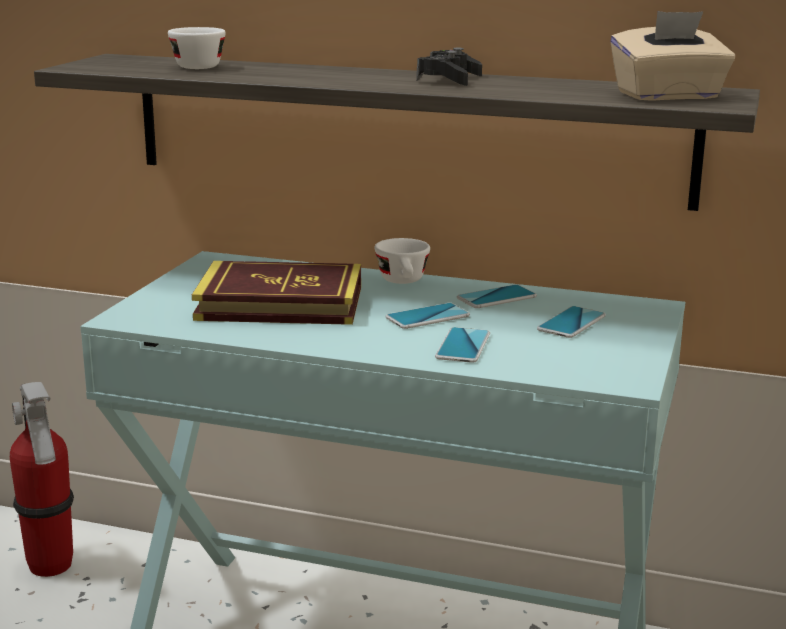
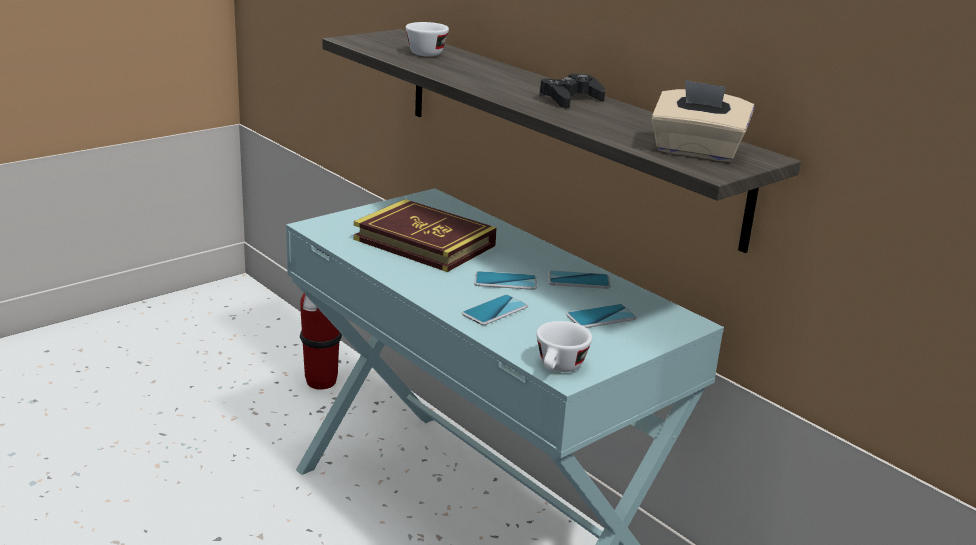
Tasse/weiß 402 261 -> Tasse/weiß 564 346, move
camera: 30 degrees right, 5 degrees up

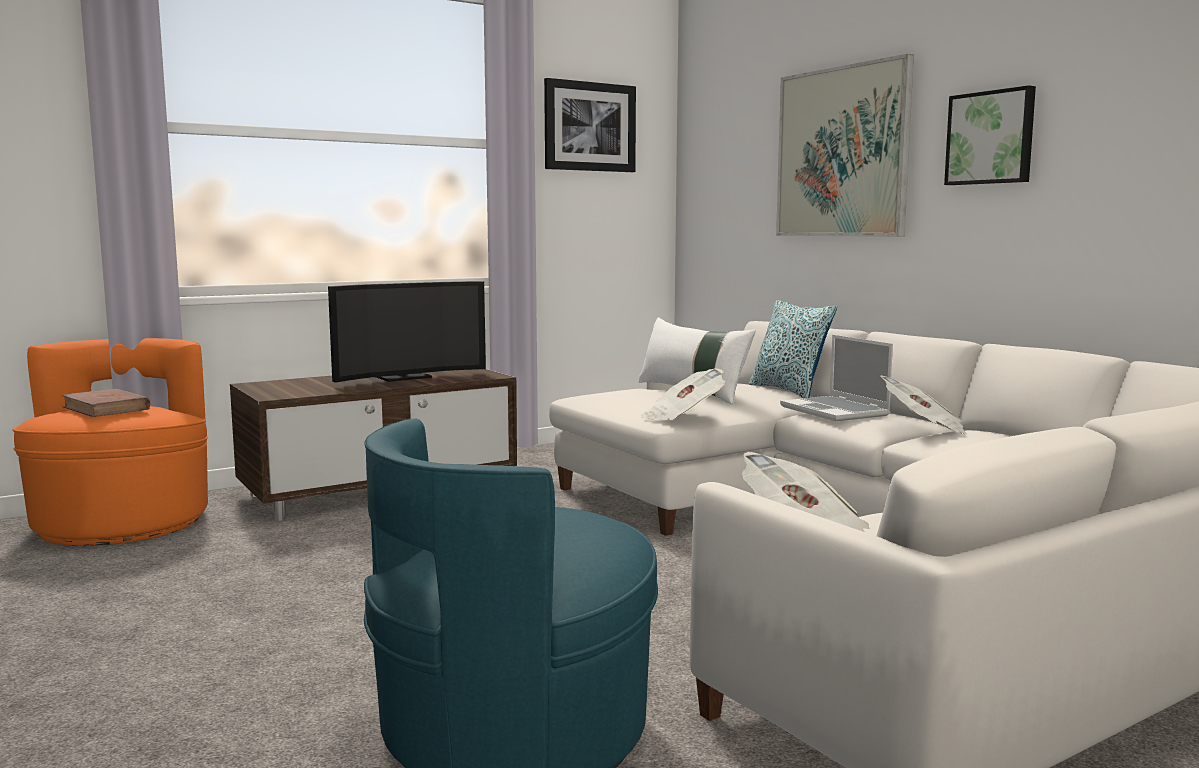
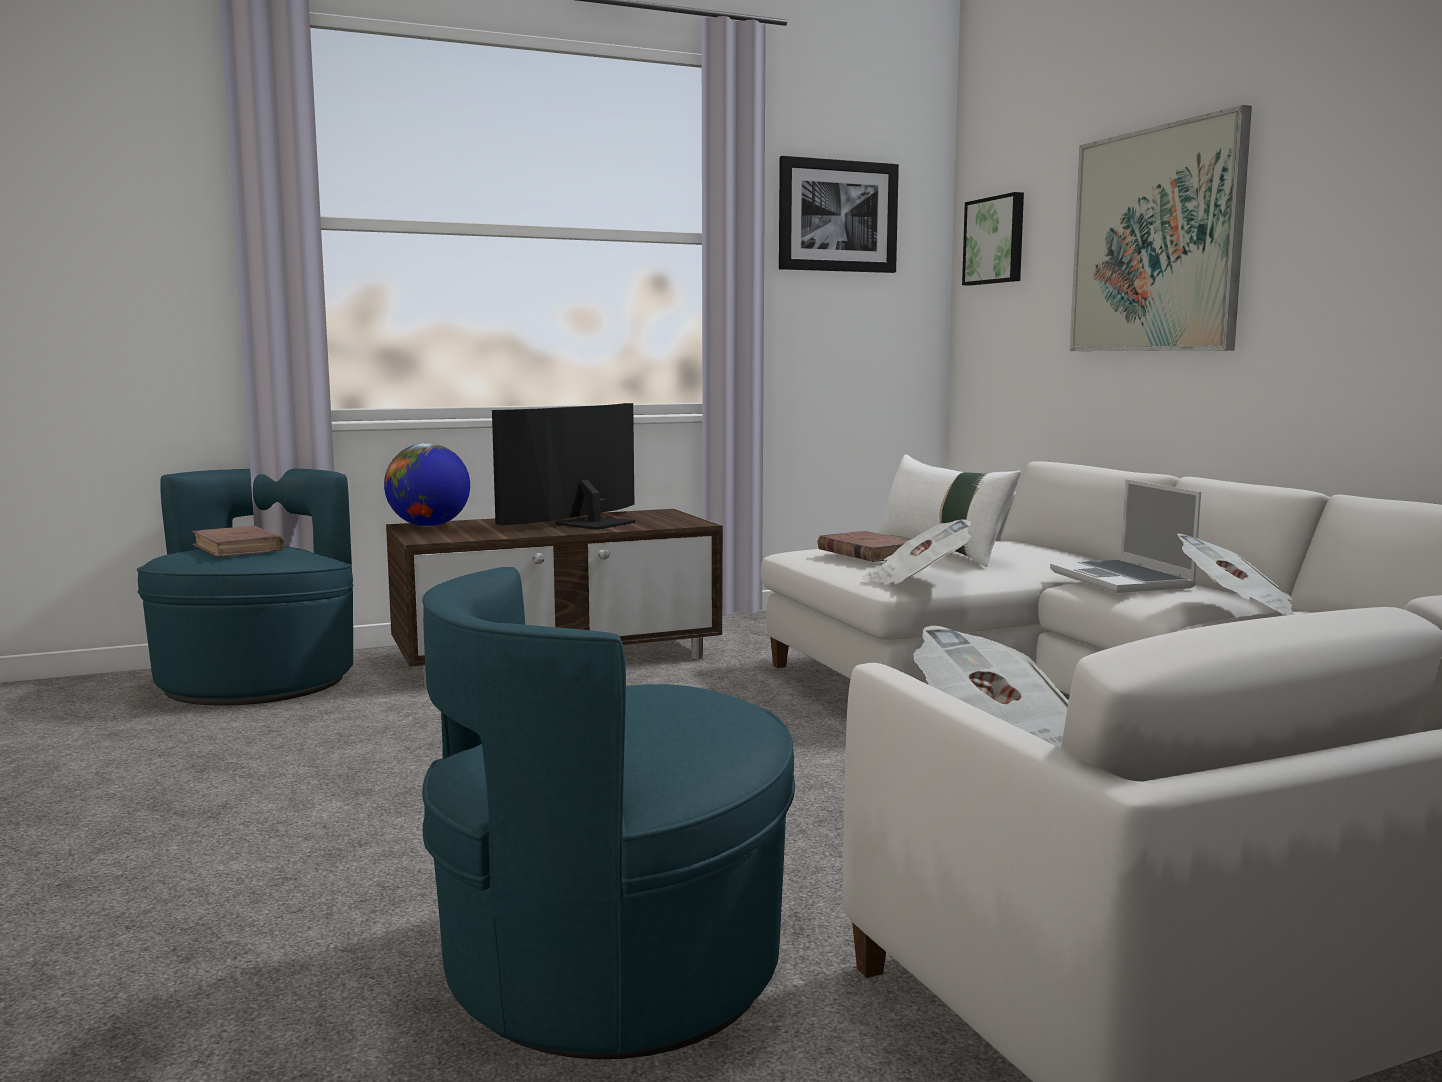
Sessel/orange 110 442 -> Sessel/türkis 245 587
none -> Globus 427 485
Fernseher 407 332 -> Fernseher 563 466, 150 degrees clockwise
none -> Buch/braun 863 546
Bild 990 135 -> Bild 993 239, move
Kissen 793 349 -> none
camera: 10 degrees right, 0 degrees up

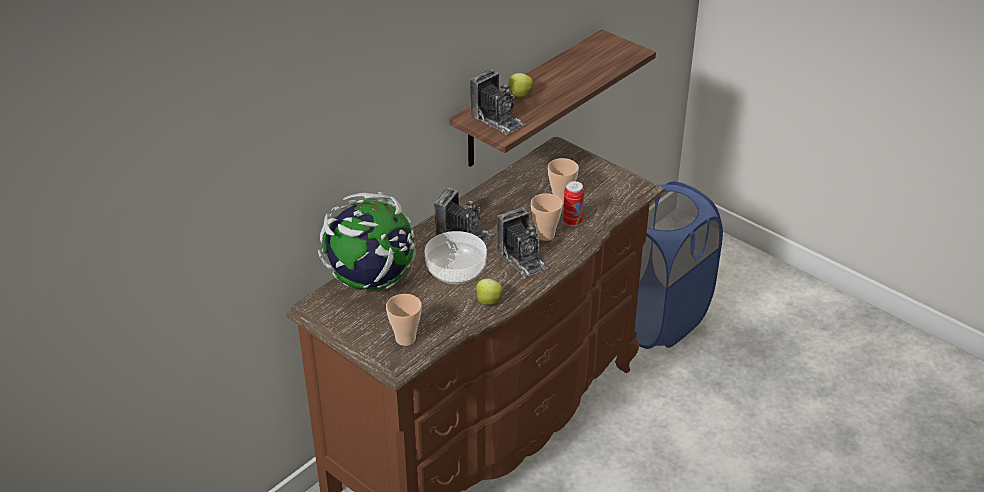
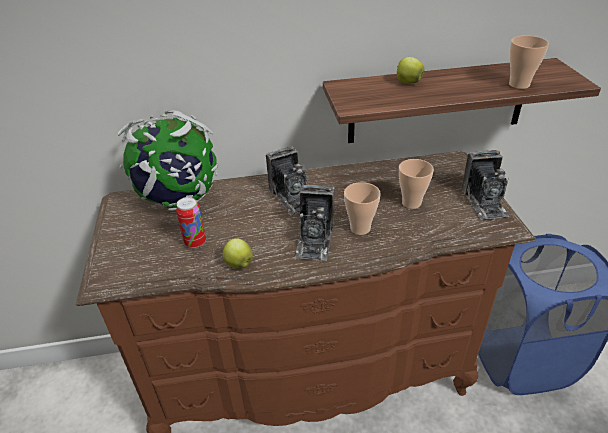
Dose 573 204 -> Dose 191 222, move
Kamera 498 102 -> Kamera 485 185, move
Tasse 404 320 -> Tasse 529 62, move
Schüssel 456 257 -> none
camera: 40 degrees right, 0 degrees up

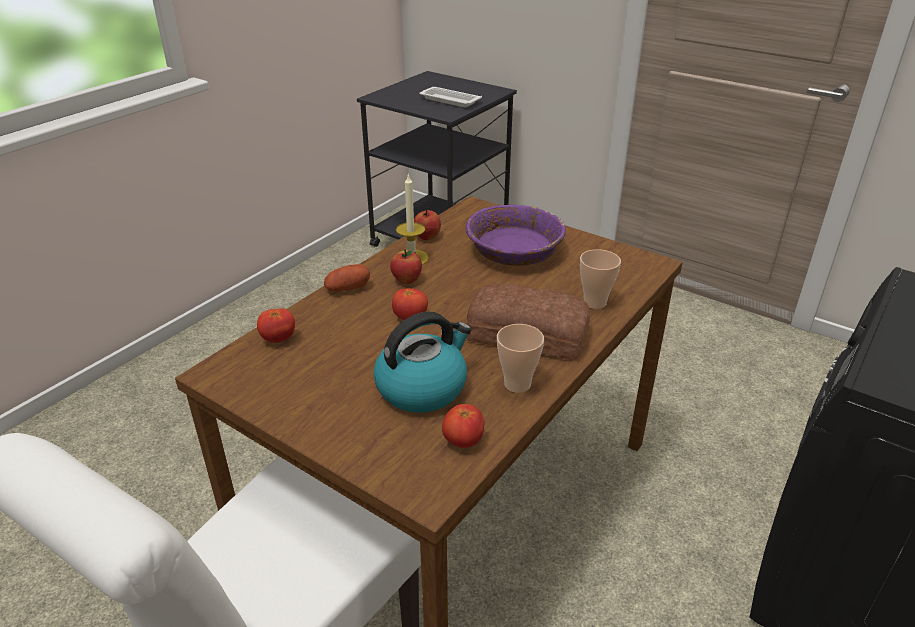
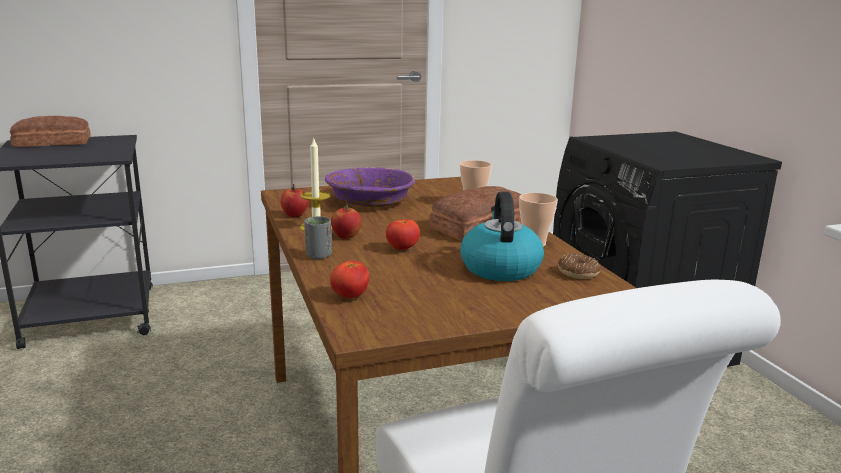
none -> Brot 50 131
Kartoffel 347 278 -> Tasse/grau 318 237
Tomate 463 426 -> Donut 579 266
Tablett/weiß 450 97 -> none
camera: 55 degrees left, 15 degrees down

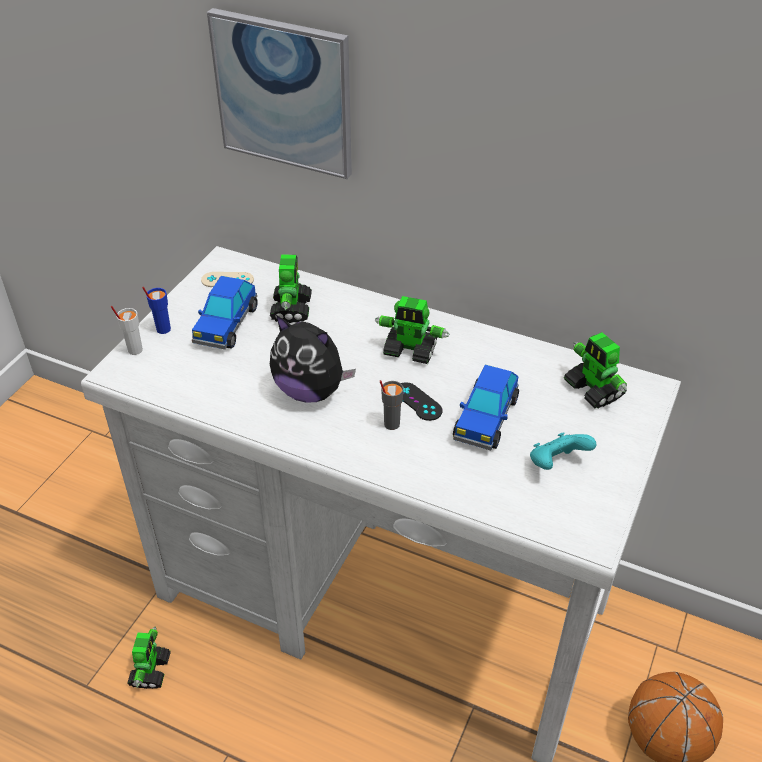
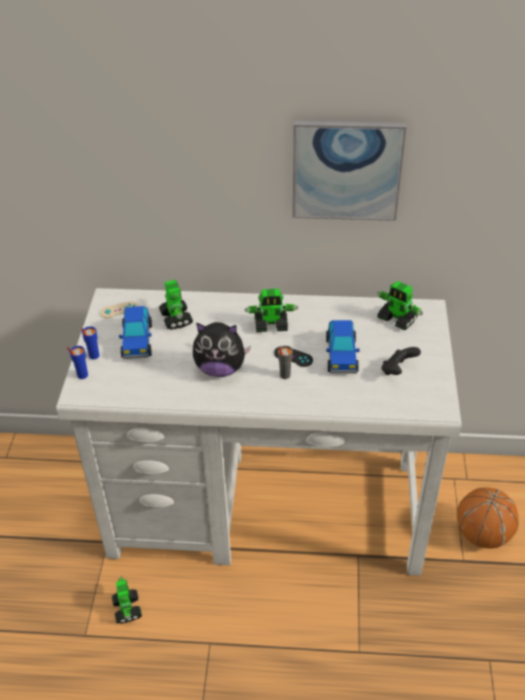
Tasse/weiß 127 330 -> Tasse/blau 77 362
Bild 279 93 -> Bild 350 171, move
Gamepad/türkis 563 451 -> Gamepad/schwarz 401 361
camera: 20 degrees left, 0 degrees up

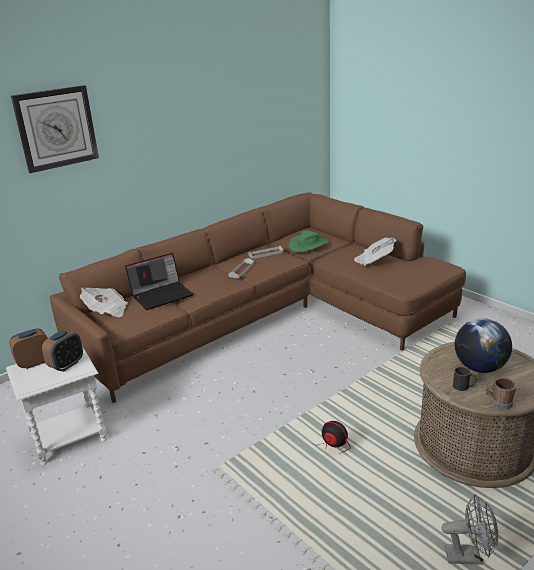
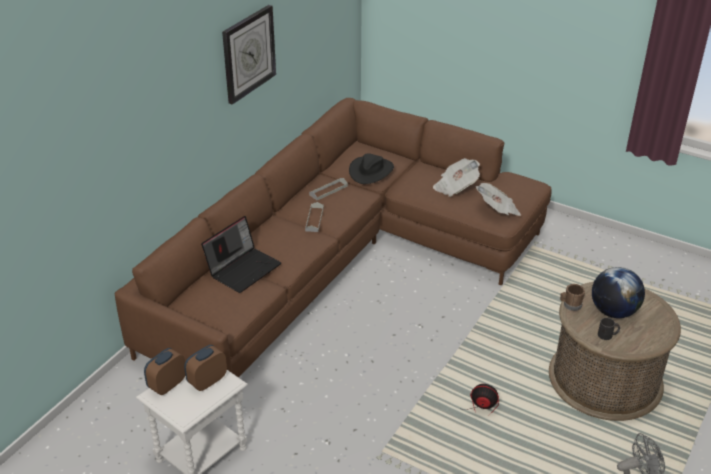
Wecker 62 351 -> Wecker 205 368, 150 degrees counterclockwise
Wanduhr 55 129 -> Wanduhr 249 55, move
Hut/grün 308 241 -> Hut/schwarz 371 169
Zeitung 104 302 -> Zeitung 498 199, move
Henkelbecher/braun 501 393 -> Henkelbecher/braun 572 297, move
camera: 20 degrees left, 10 degrees up

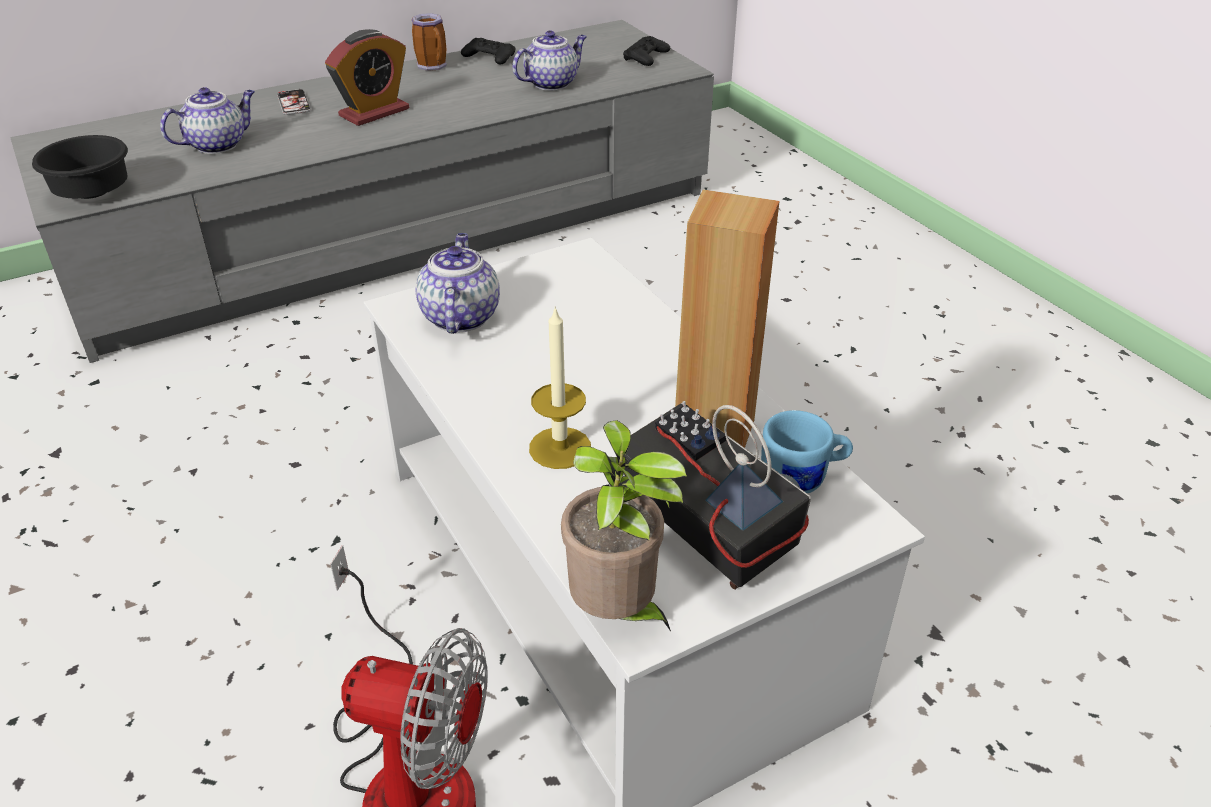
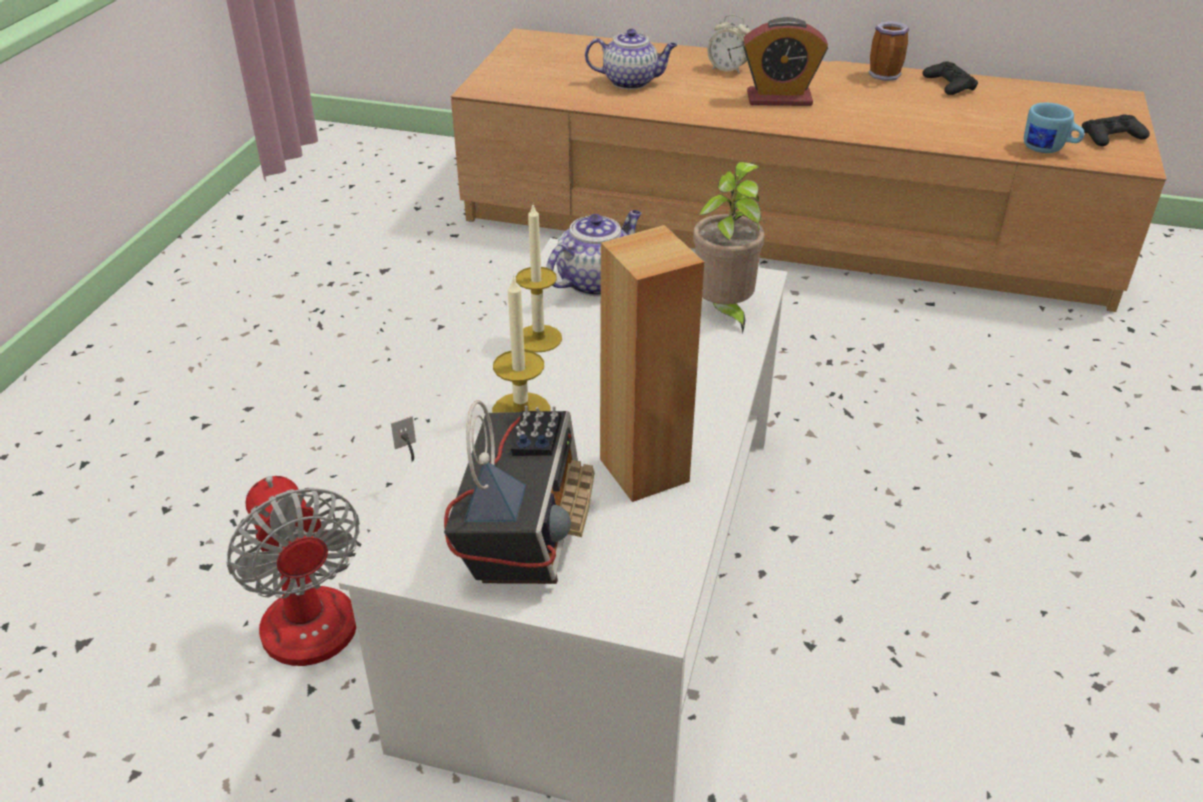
Fernsehschrank/grau 362 191 -> Fernsehschrank/braun 809 170
none -> Kerze 539 279
Topfpflanze 624 525 -> Topfpflanze 729 248, move
Handy 294 102 -> Wecker 728 44
Henkelbecher/blau 807 452 -> Henkelbecher/blau 1054 128, move
Schüssel/schwarz 80 167 -> none
Teekanne 549 60 -> none
camera: 45 degrees right, 0 degrees up

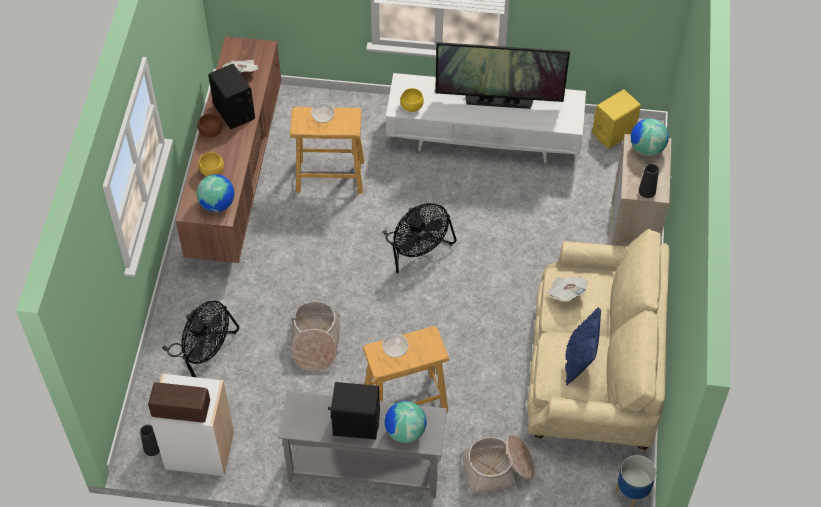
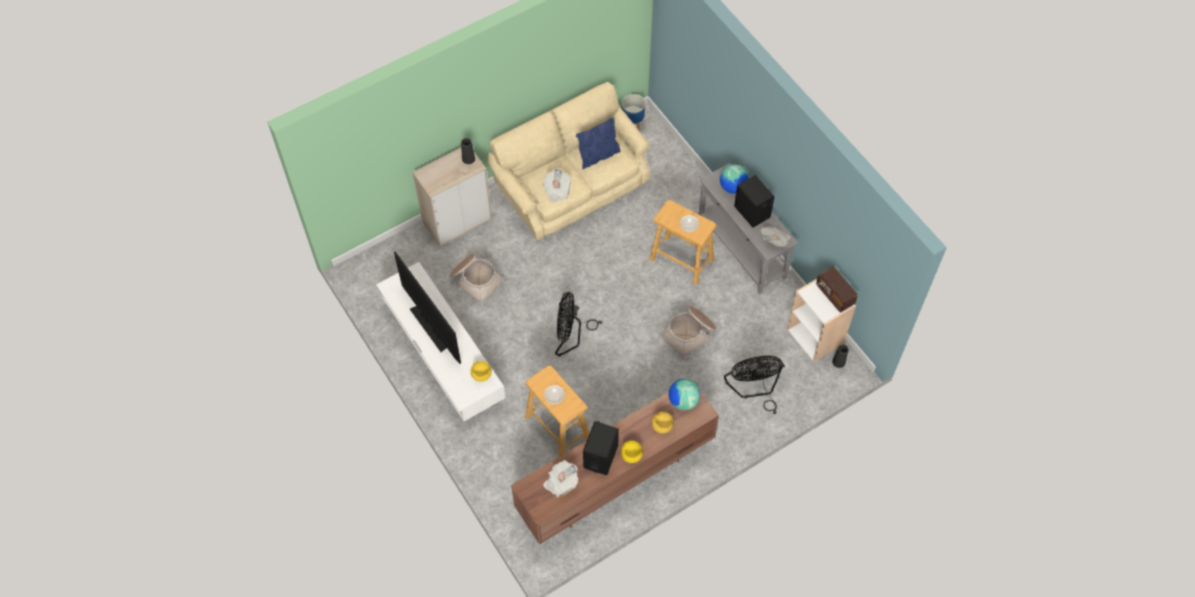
Korb 497 466 -> Korb 477 280, move
Ventilator/schwarz 419 238 -> Ventilator/schwarz 579 324, 105 degrees counterclockwise
Schüssel/braun 210 126 -> Schüssel/gelb 632 452
none -> Zeitung 776 237
Lautsprecher/gelb 616 119 -> none
Globus 650 137 -> none
camera: 130 degrees left, 5 degrees up

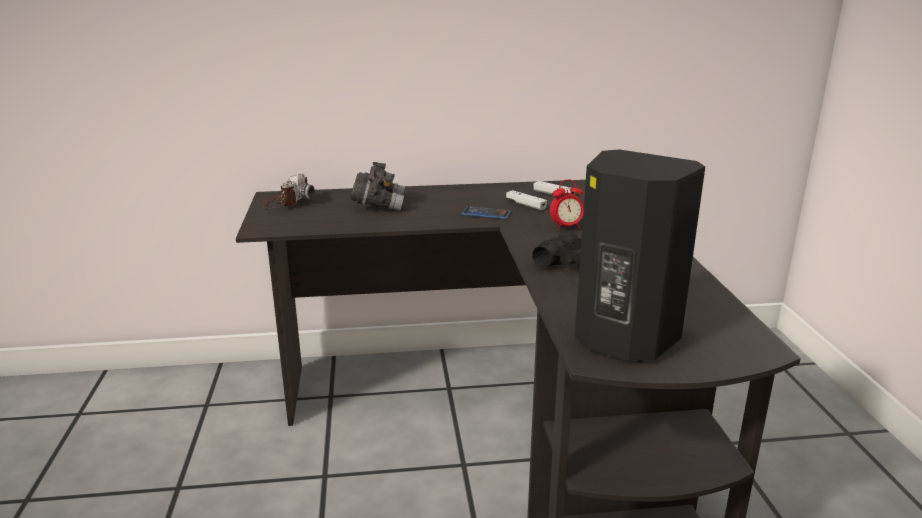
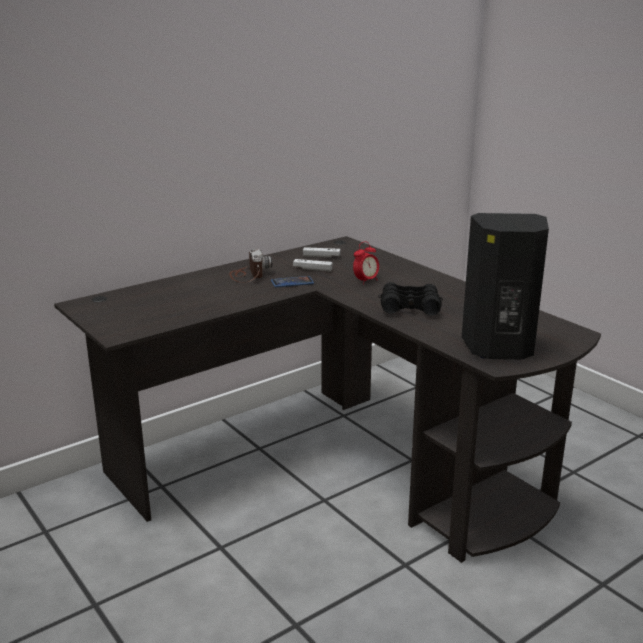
Kamera 289 191 -> Kamera 250 266, move
Fernglas/grau 378 186 -> none
camera: 30 degrees left, 0 degrees up

